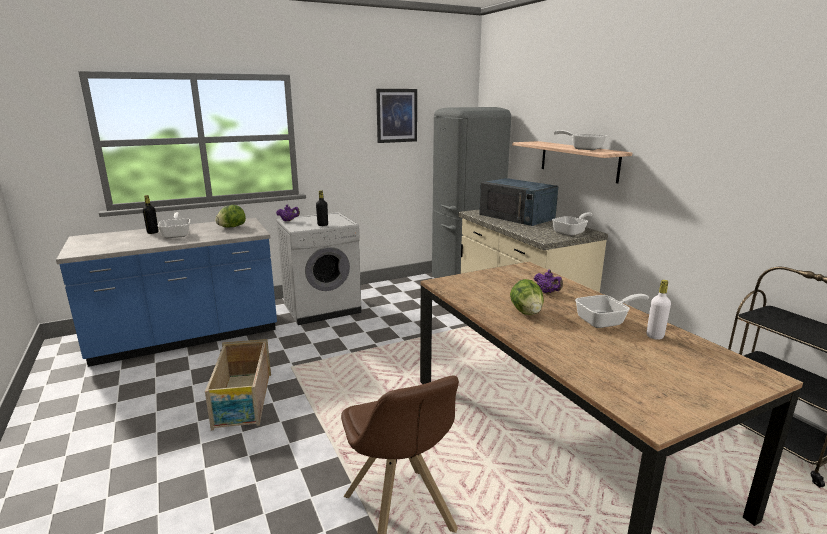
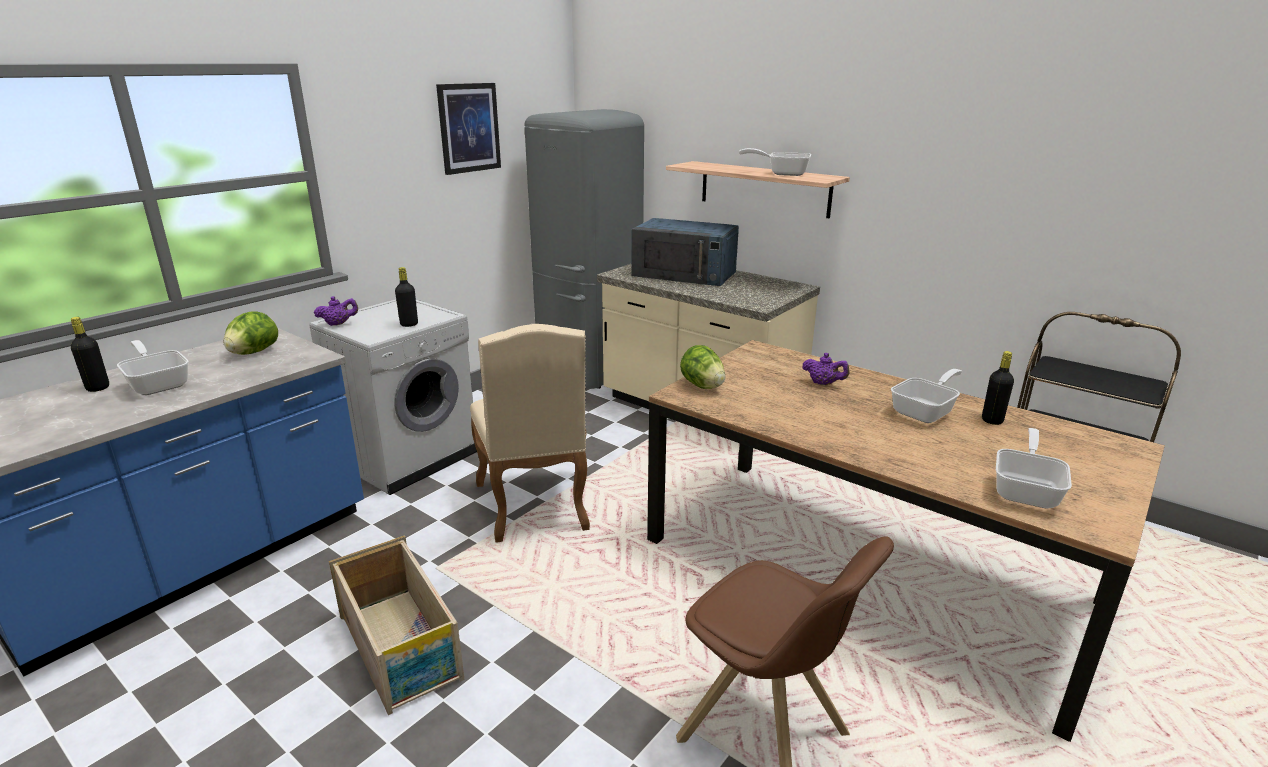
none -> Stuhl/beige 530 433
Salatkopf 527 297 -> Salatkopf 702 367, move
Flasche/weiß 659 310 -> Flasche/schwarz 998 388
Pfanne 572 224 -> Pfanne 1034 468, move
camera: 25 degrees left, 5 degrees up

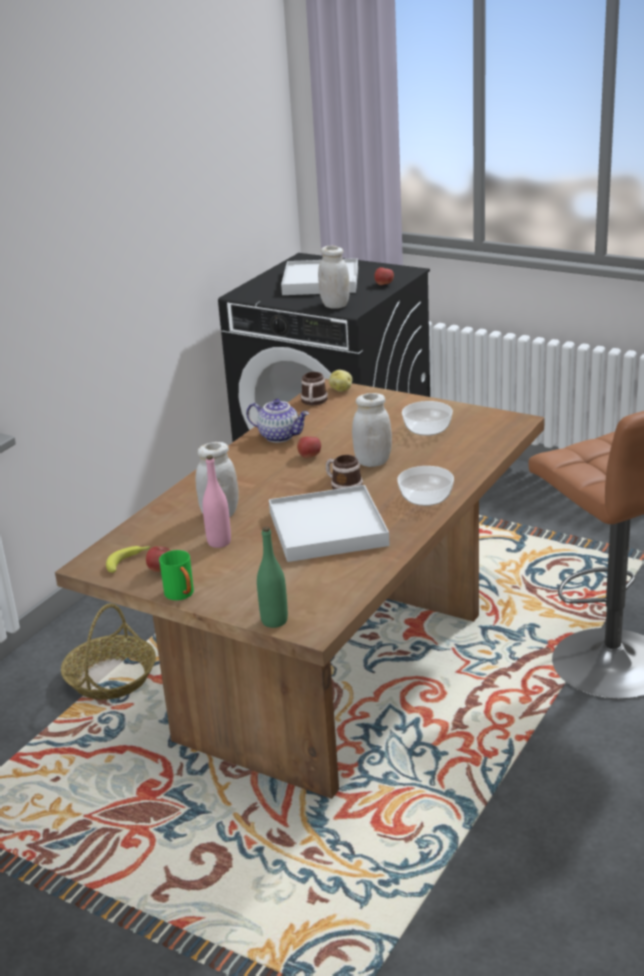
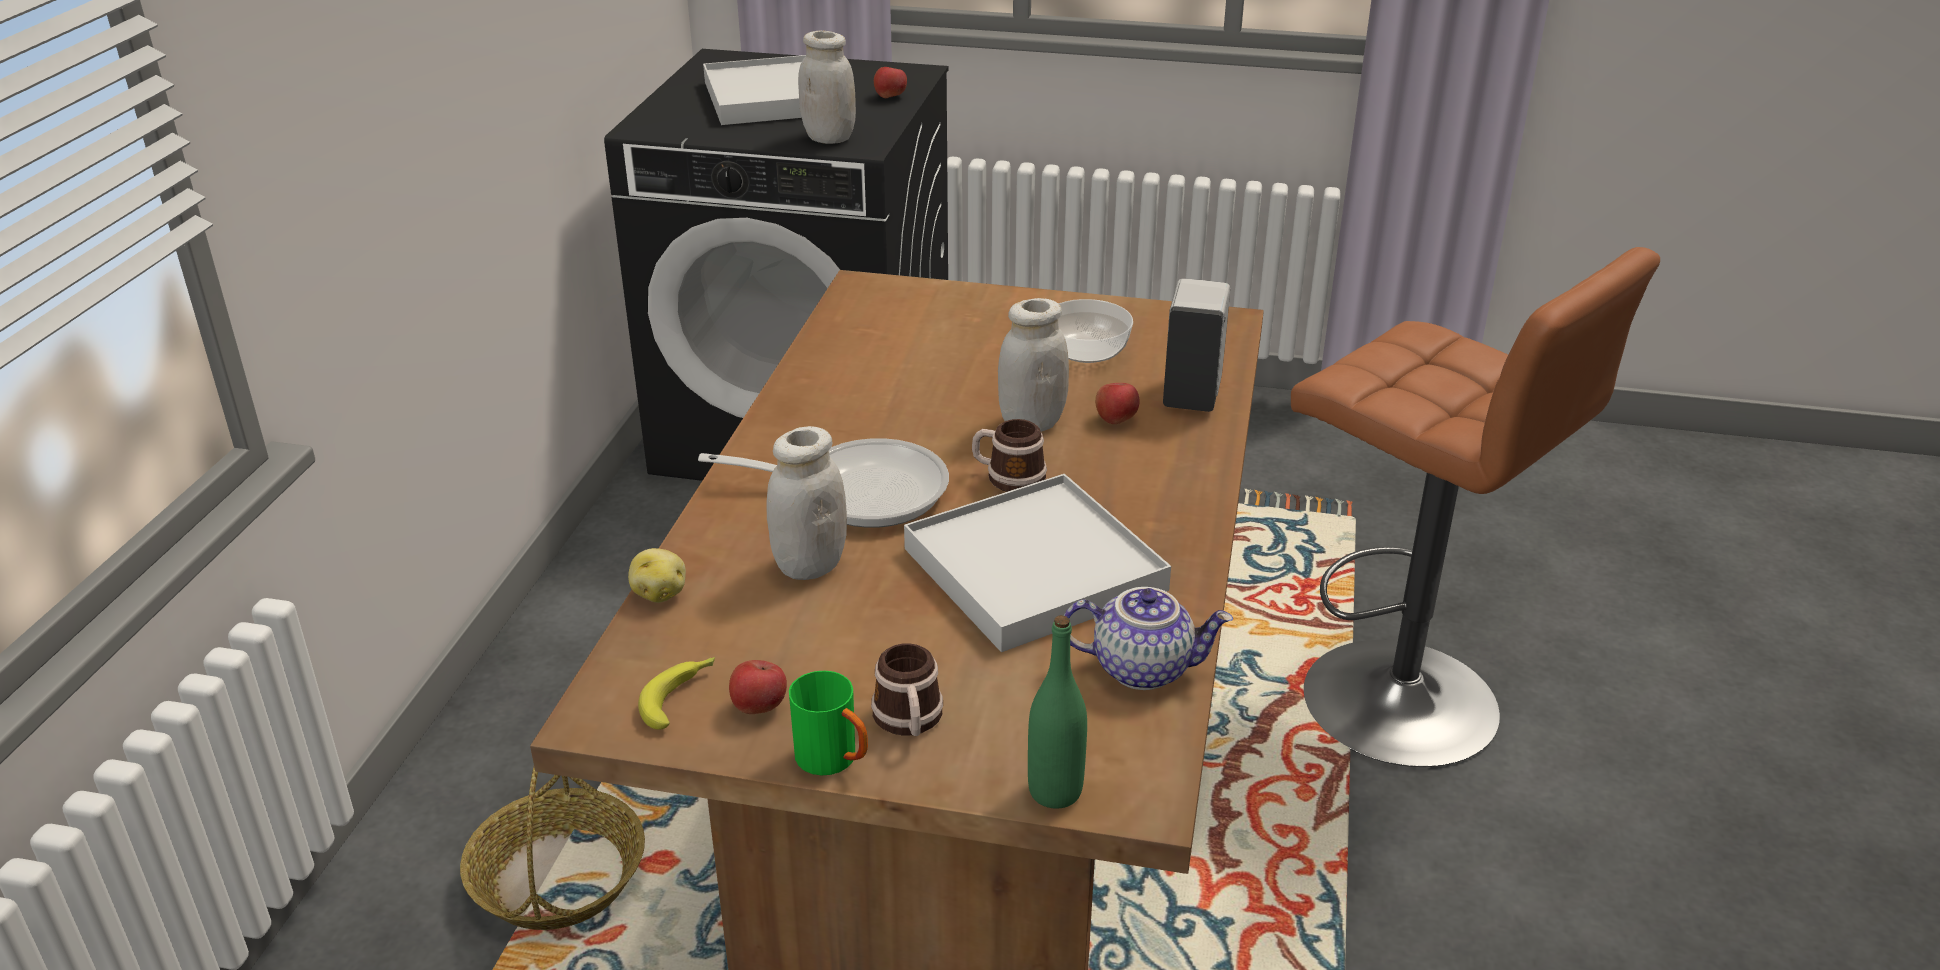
Kartoffel 340 381 -> Kartoffel 657 575, move
none -> Pfanne 823 483
Henkelbecher 314 388 -> Henkelbecher 907 689, move
Teekanne 277 421 -> Teekanne 1148 638, move
Apfel 309 447 -> Apfel 1117 403, move
none -> Seifenspender/weiß 1196 345
Flasche/rosa 216 501 -> none
Schüssel 425 486 -> none
camera: 20 degrees left, 5 degrees up

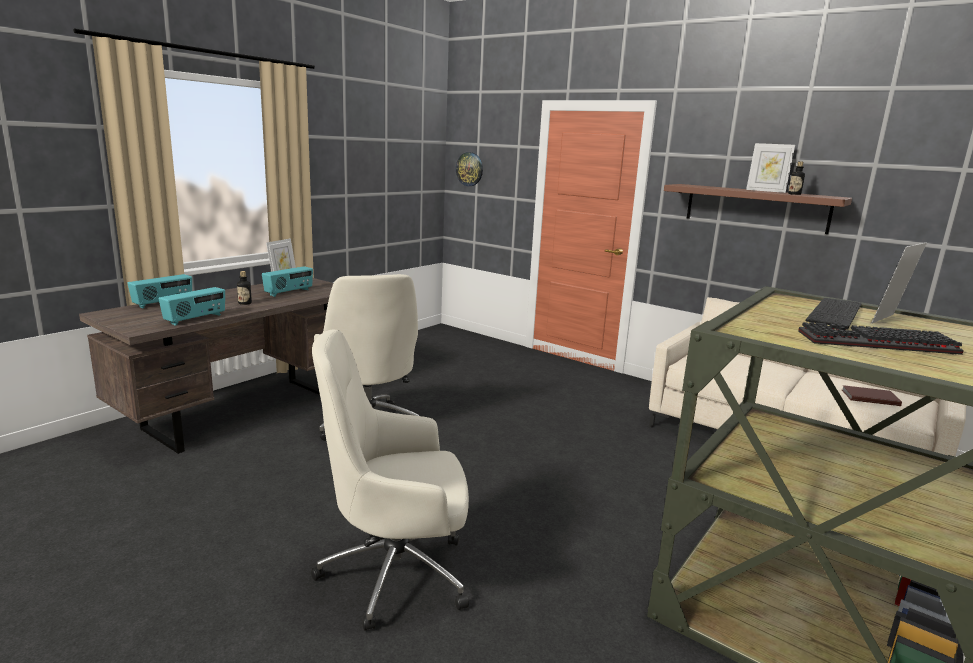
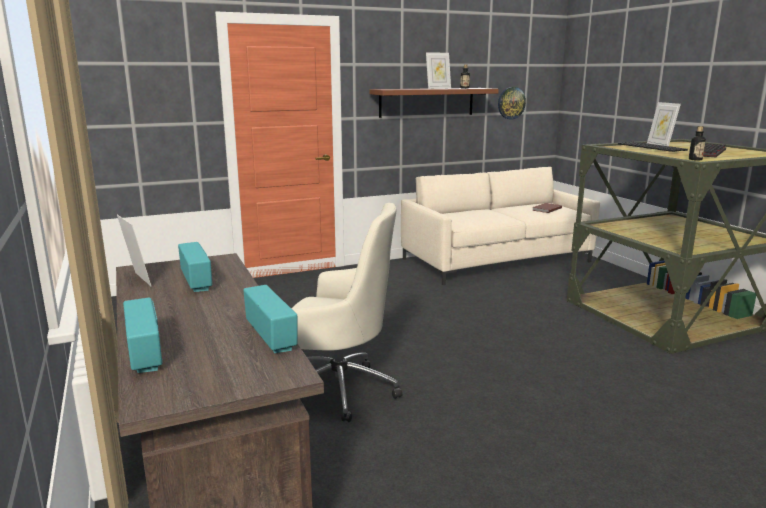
Wanduhr 469 169 -> Wanduhr 512 103, move
Flasche 244 288 -> Flasche 697 143, move
Bürostuhl/beige 390 480 -> none
camera: 60 degrees left, 0 degrees up

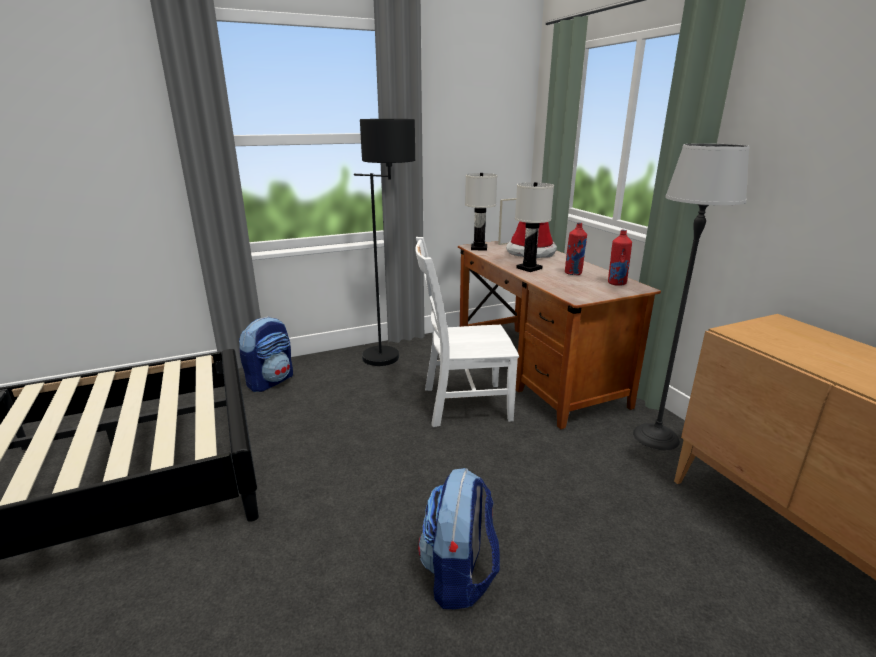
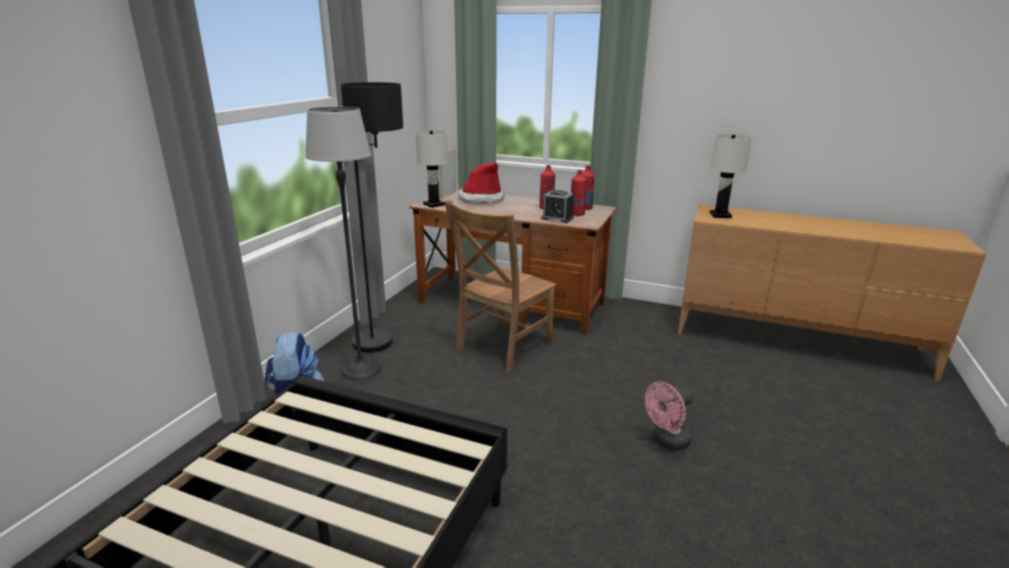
Stehlampe 691 296 -> Stehlampe 343 243, move
Stuhl/weiß 467 332 -> Stuhl/braun 500 286
none -> Wecker 557 206
none -> Flasche/rot 579 193
Rucksack 459 538 -> Ventilator/rosa 669 416
Tischlampe/weiß 534 227 -> Tischlampe/weiß 731 176, move
camera: 45 degrees left, 0 degrees up

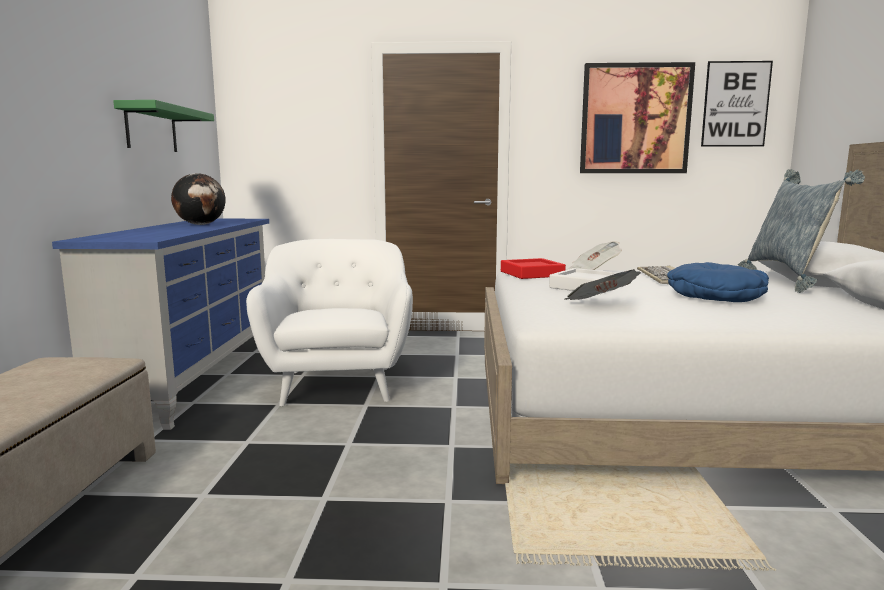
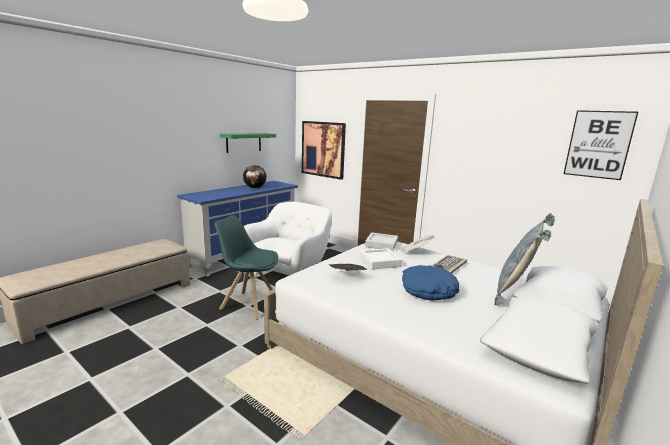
none -> Stuhl/türkis 246 267
Bild 637 117 -> Bild 324 150, move
Tablett/rot 533 268 -> Tablett/grau 381 242
camera: 35 degrees right, 5 degrees up

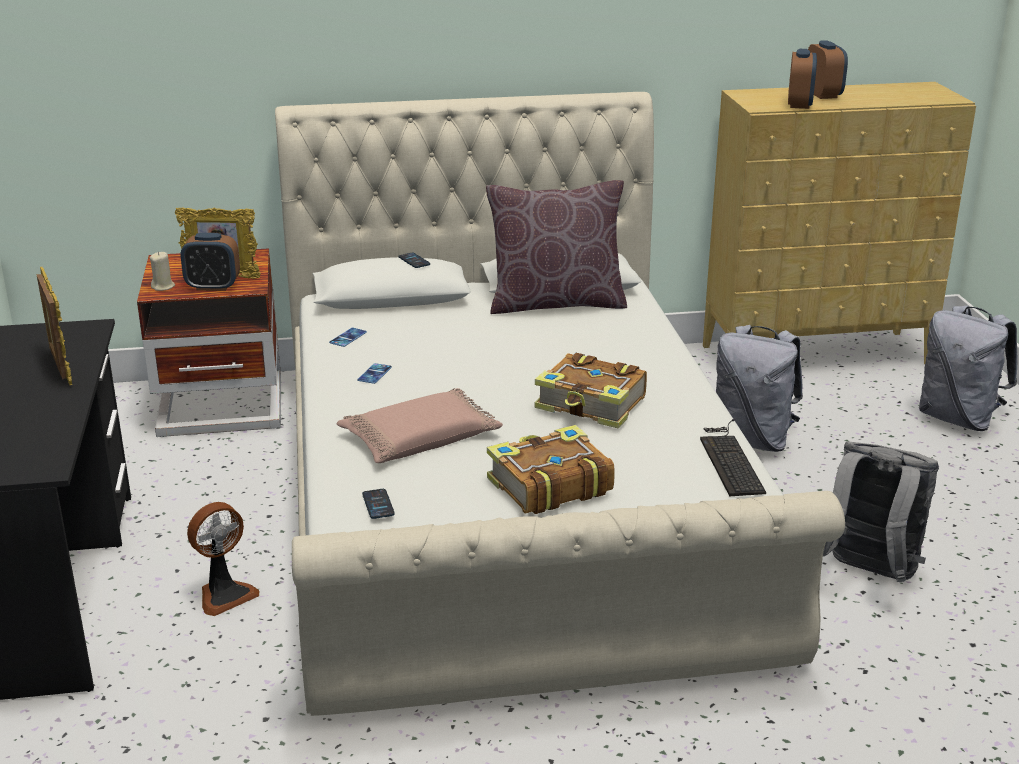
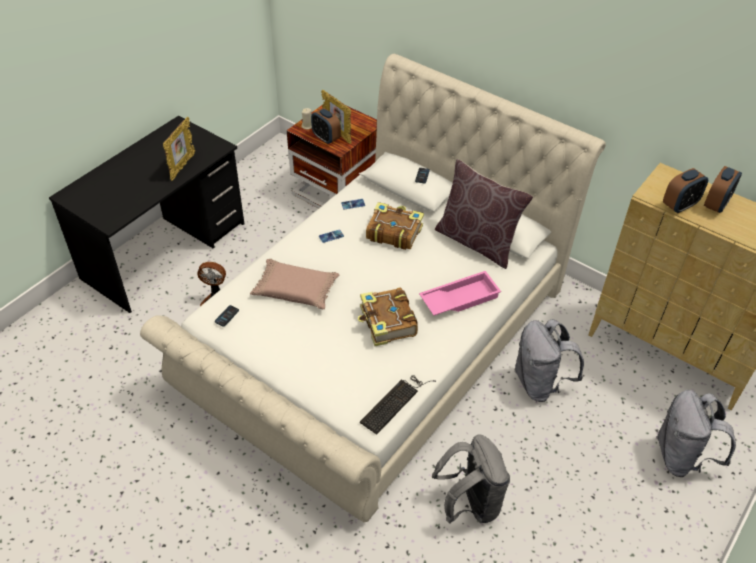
Buch 551 469 -> Buch 395 226, move
none -> Tablett/rosa 460 293
camera: 45 degrees right, 20 degrees up

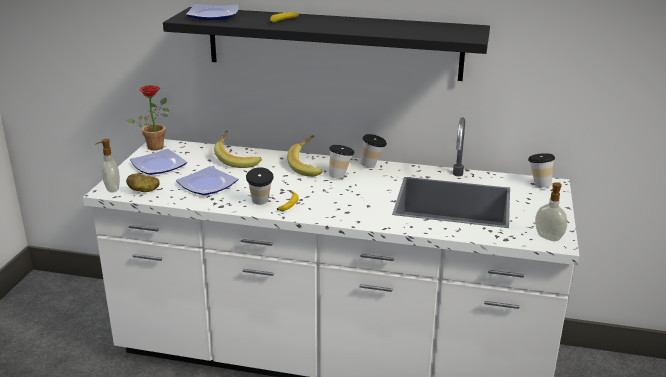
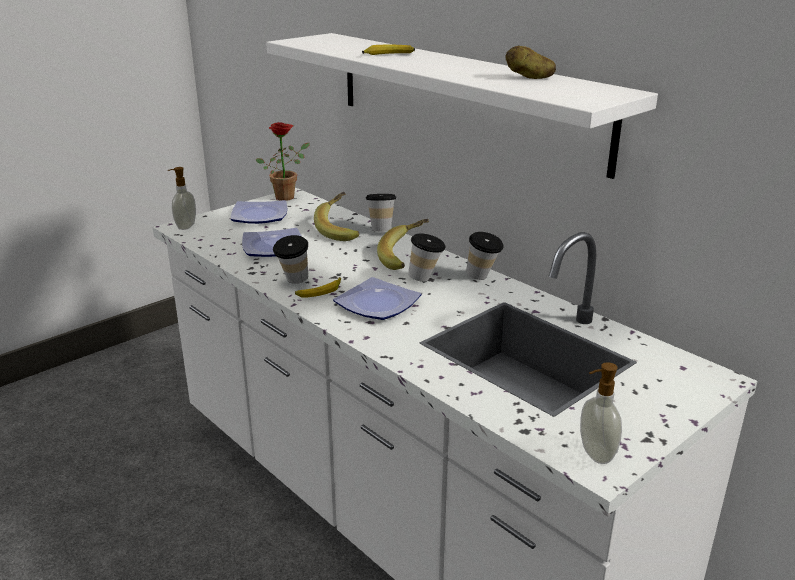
Wandregal/schwarz 326 44 -> Wandregal/weiß 462 106
Teller 212 12 -> Teller 377 298, move
Tasse 541 170 -> Tasse 381 213, move
Kartoffel 143 182 -> Kartoffel 531 62, move
camera: 35 degrees right, 0 degrees up

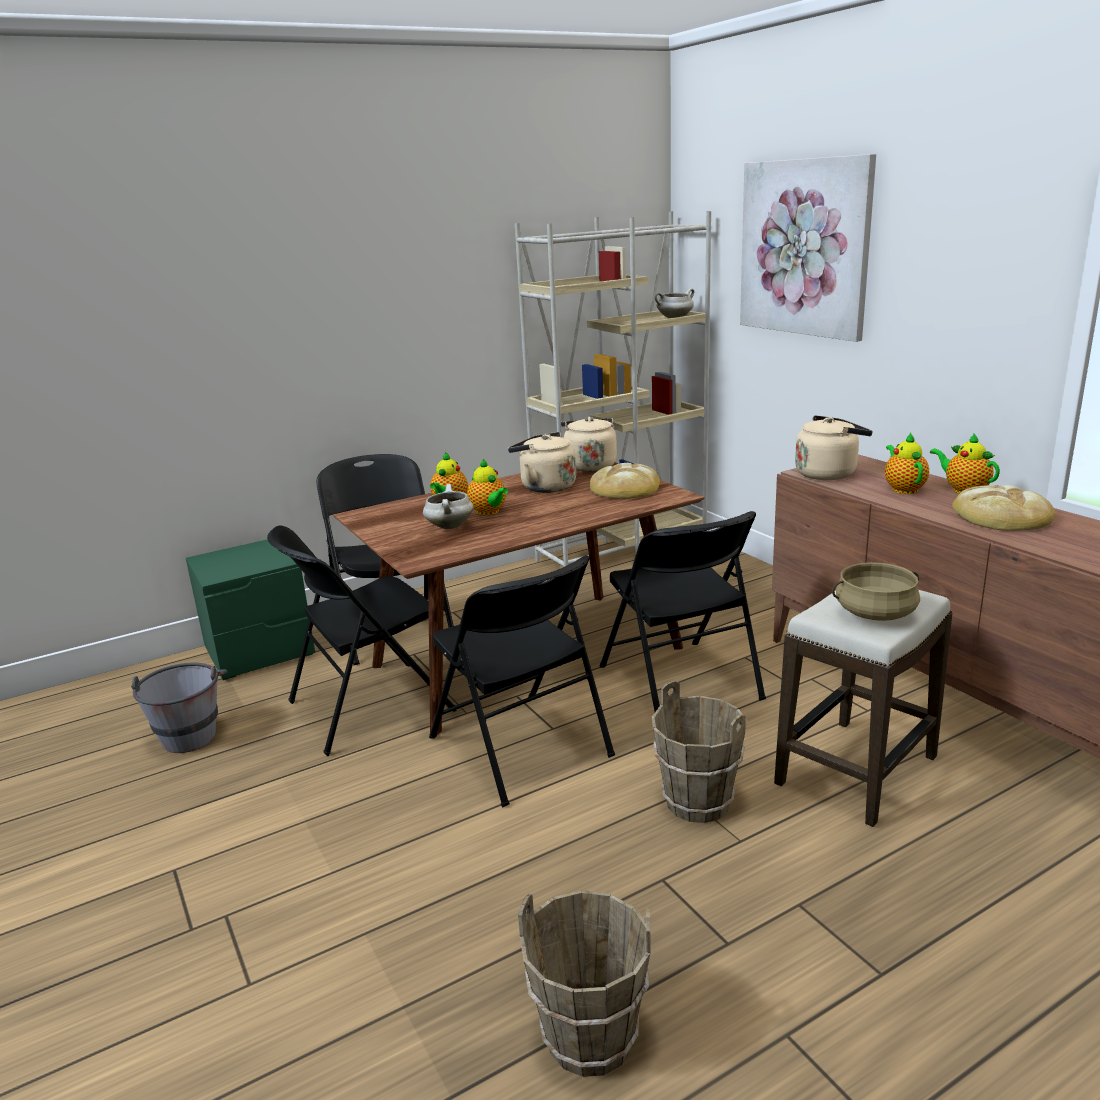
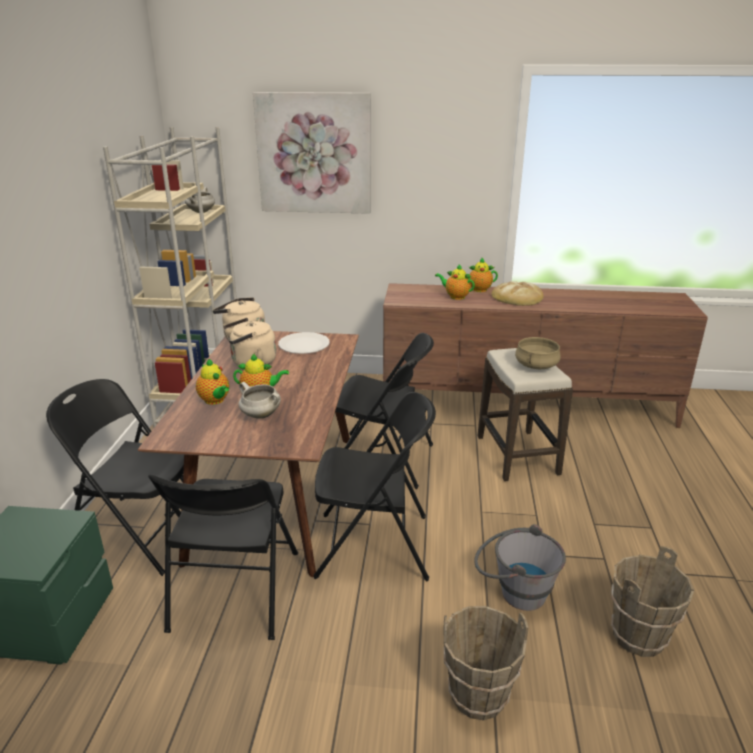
Brot 625 481 -> Teller/weiß 304 343
Eimer/braun 699 752 -> Eimer/braun 486 663, move
Eimer/grau 179 708 -> Eimer/grau 520 567, move
Wasserkessel/beige 834 447 -> none
camera: 55 degrees left, 5 degrees up

